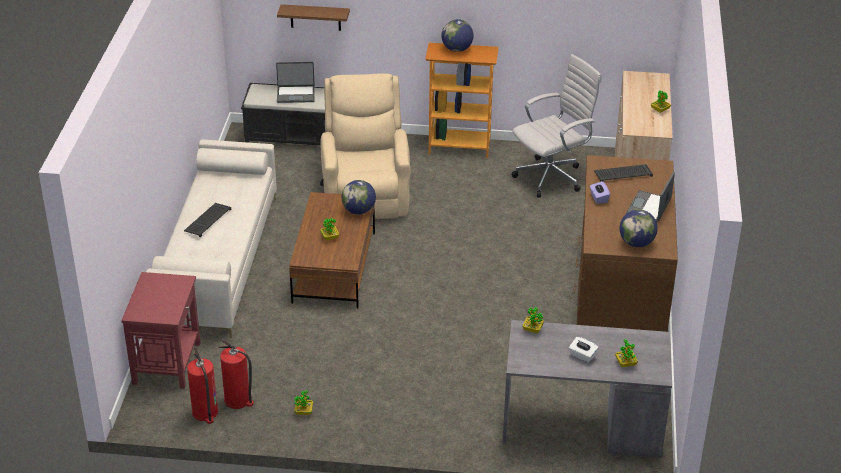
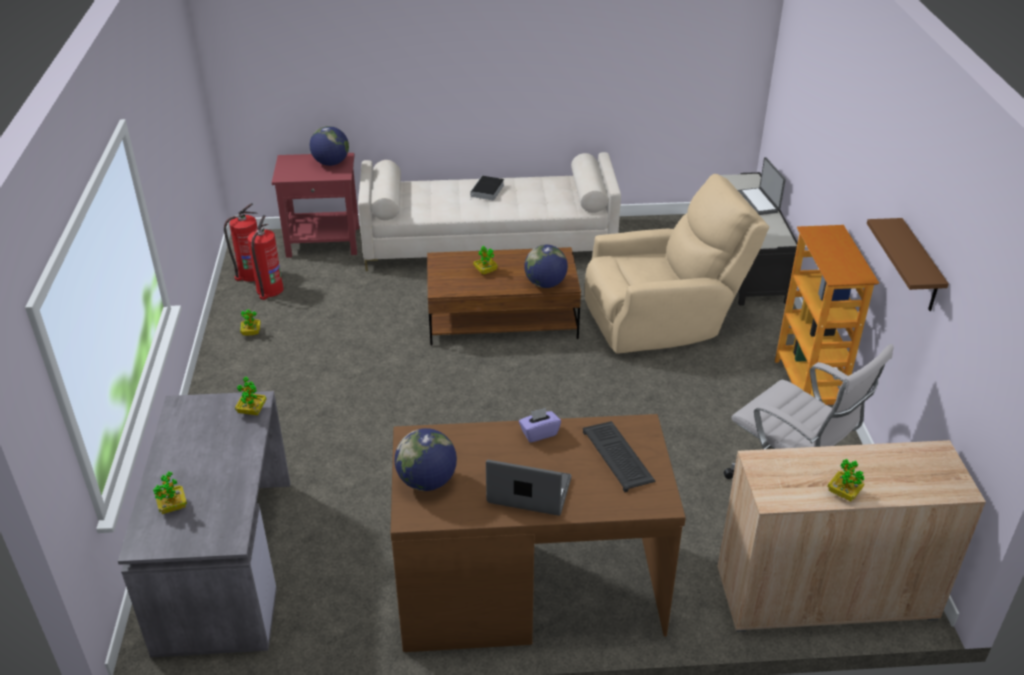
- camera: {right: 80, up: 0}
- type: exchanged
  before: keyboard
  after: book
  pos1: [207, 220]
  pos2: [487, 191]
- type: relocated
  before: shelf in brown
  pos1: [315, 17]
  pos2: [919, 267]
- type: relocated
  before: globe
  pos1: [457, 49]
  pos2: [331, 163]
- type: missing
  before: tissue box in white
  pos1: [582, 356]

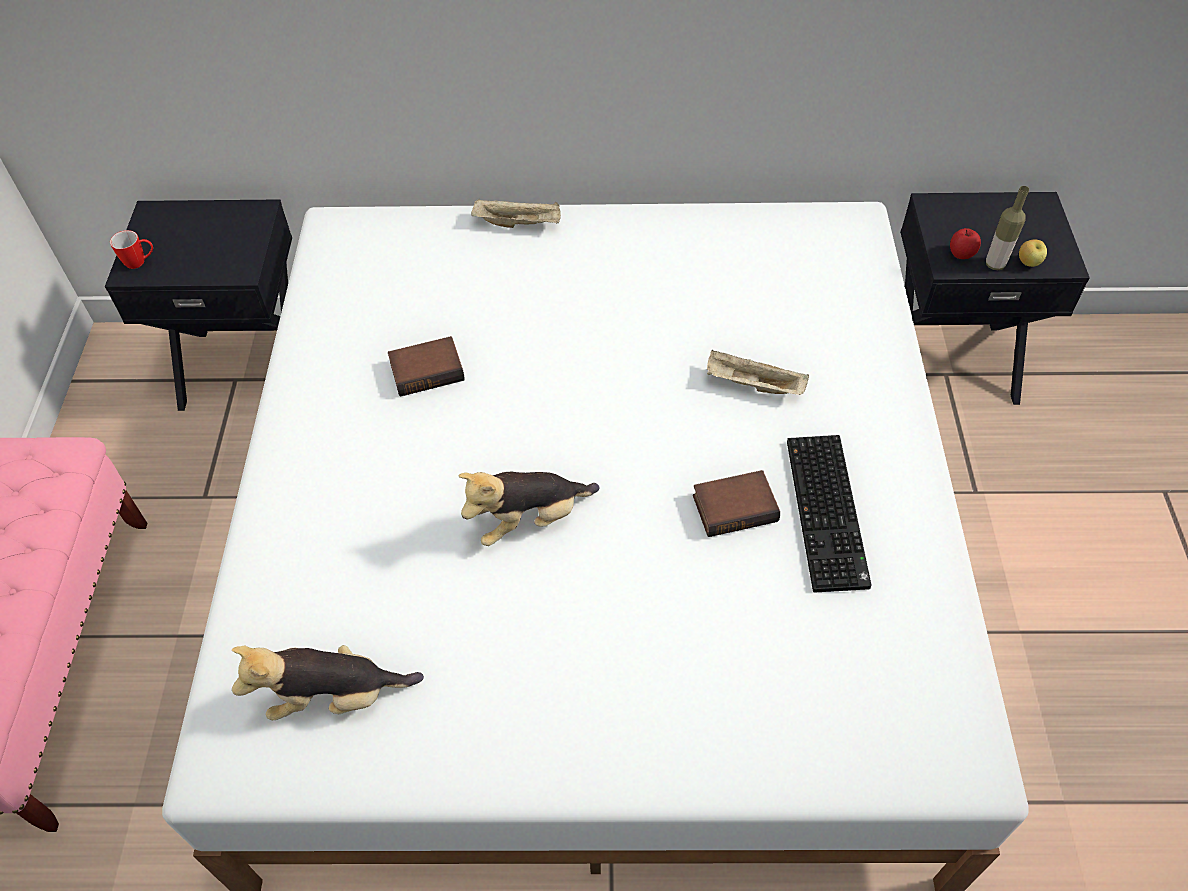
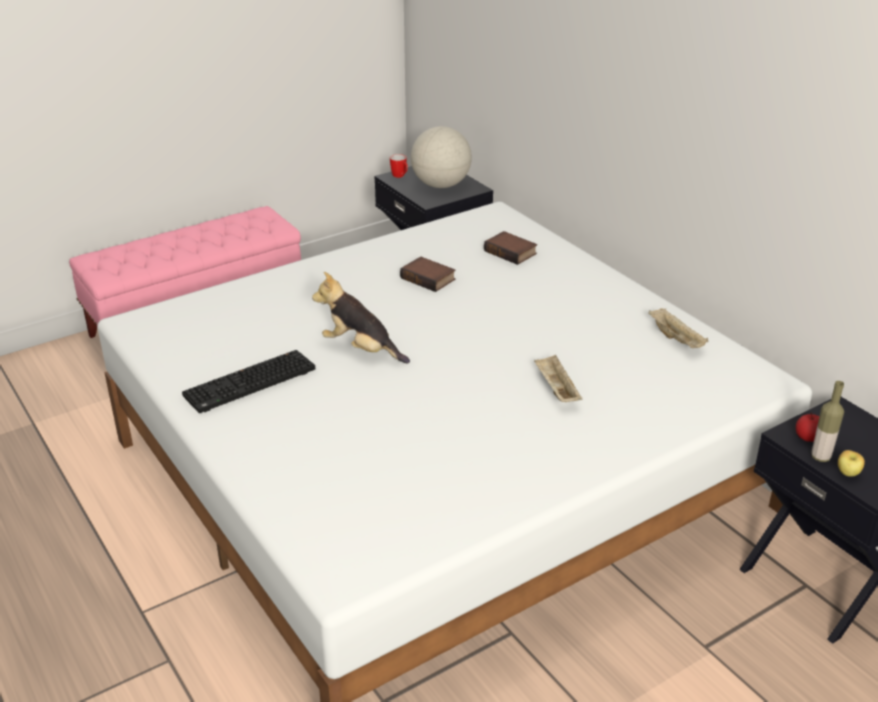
- camera: {right: 55, up: -20}
- type: missing
  before: plush toy
  pos1: [335, 697]
- type: relocated
  before: tray in beige
  pos1: [519, 223]
  pos2: [677, 339]
- type: relocated
  before: book
  pos1: [735, 506]
  pos2: [511, 252]
- type: relocated
  before: keyboard
  pos1: [829, 514]
  pos2: [250, 384]
- type: appeared
  after: globe
  pos2: [441, 185]

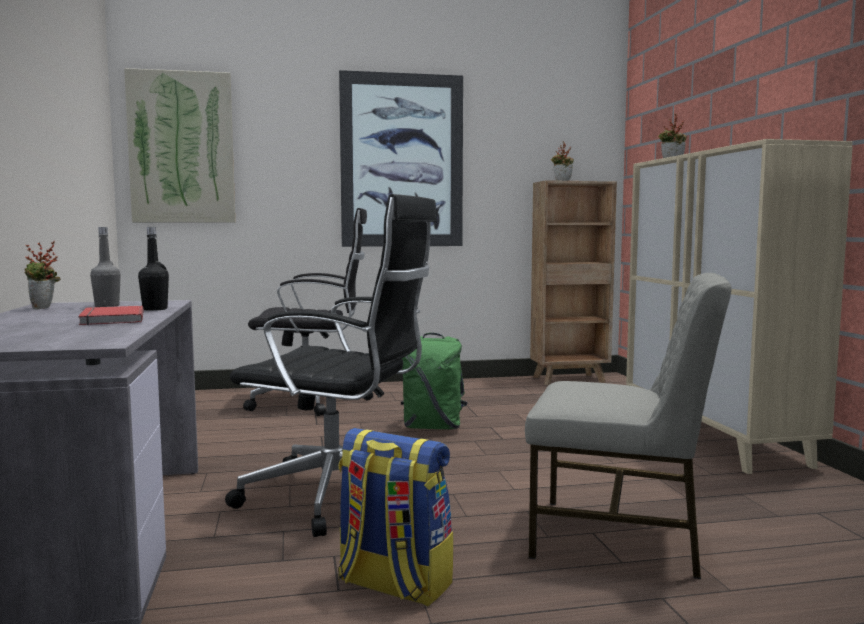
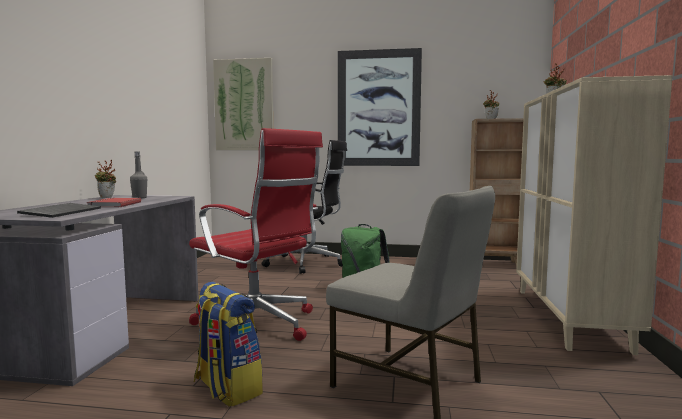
- camera: {right: 20, up: 0}
- type: missing
  before: bottle in black
  pos1: [155, 309]
- type: colour
  before: office chair in black
  after: office chair in red
  pos1: [340, 496]
  pos2: [258, 326]
- type: appeared
  after: keyboard
  pos2: [61, 212]

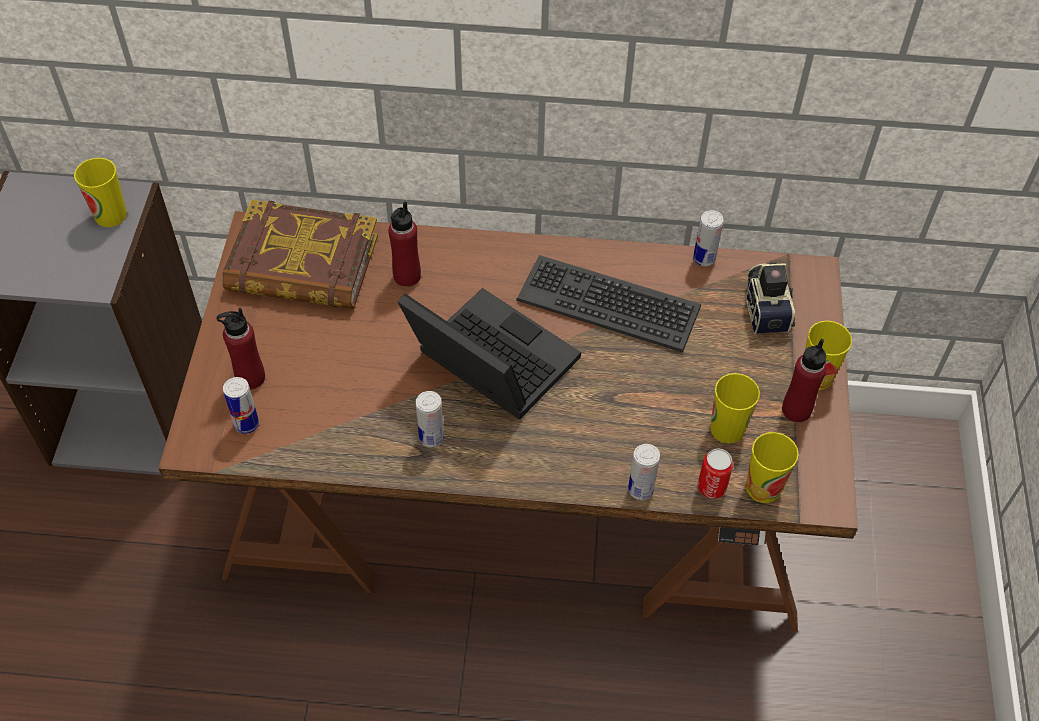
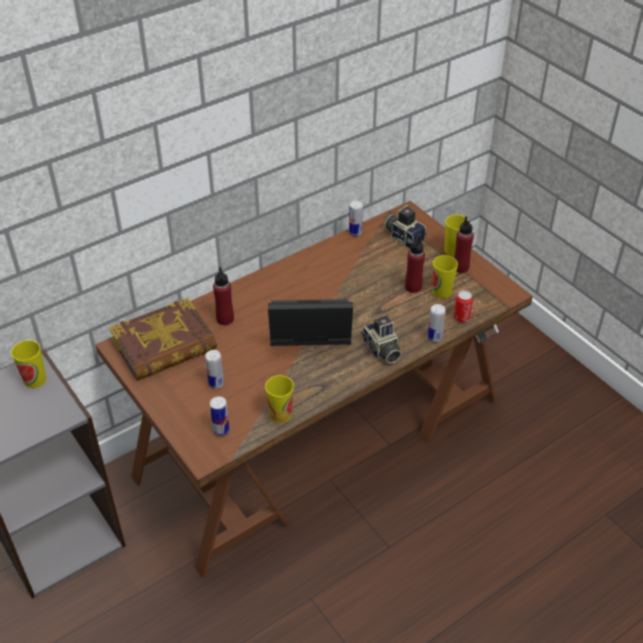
- camera: {right: -40, up: -10}
- type: relocated
  before: bottle in red
  pos1: [250, 377]
  pos2: [413, 287]
- type: relocated
  before: can
  pos1: [431, 437]
  pos2: [216, 383]
- type: missing
  before: keyboard
  pos1: [609, 303]
- type: relocated
  before: cup
  pos1: [763, 487]
  pos2: [280, 414]
- type: appeared
  after: photo camera
  pos2: [381, 350]

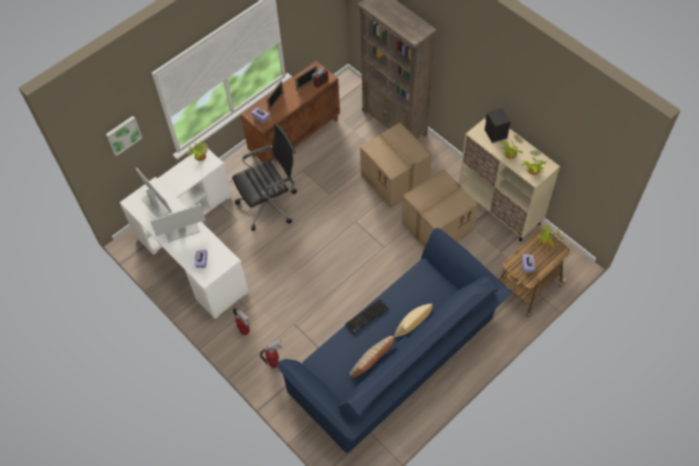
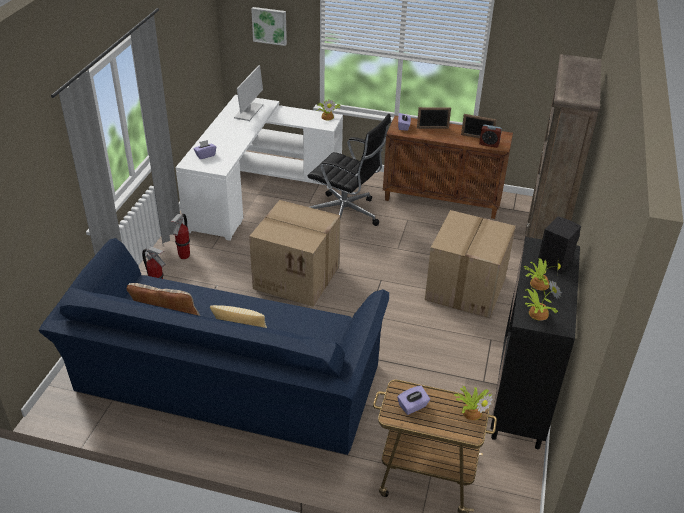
- camera: {right: 55, up: -20}
- type: missing
  before: monitor
  pos1: [181, 231]
- type: missing
  before: keyboard
  pos1: [366, 317]
- type: relocated
  before: cardboard box
  pos1: [437, 226]
  pos2: [298, 277]
- type: colour
  before: cabinet in beige
  after: cabinet in black
  pos1: [500, 208]
  pos2: [521, 397]

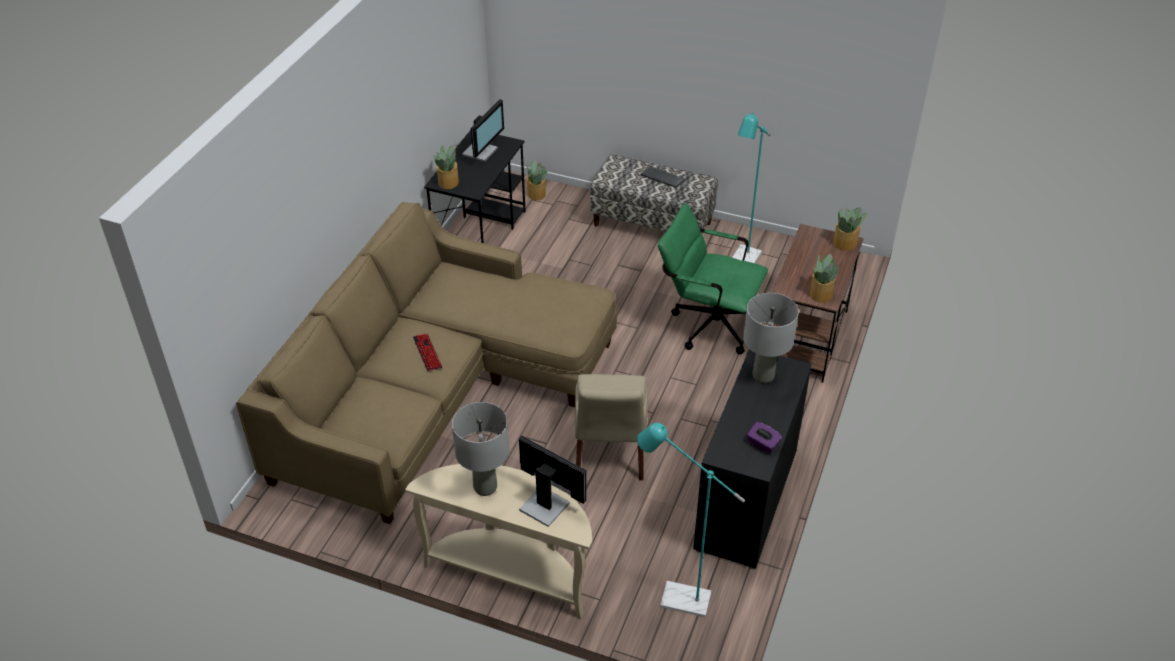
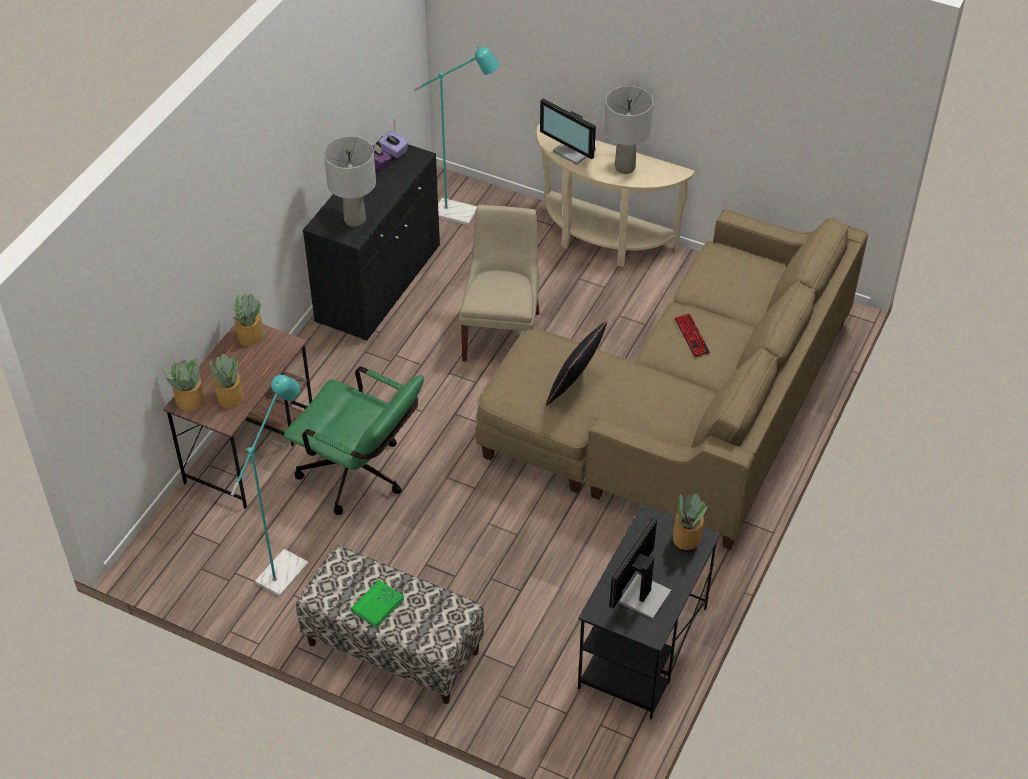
- camera: {right: -175, up: 5}
- type: relocated
  before: potted plant
  pos1: [536, 194]
  pos2: [230, 398]
- type: exchanged
  before: keyboard
  after: book in green
  pos1: [661, 178]
  pos2: [377, 605]
- type: appeared
  after: tissue box in purple
  pos2: [393, 151]
- type: appeared
  after: pillow in black
  pos2: [575, 387]

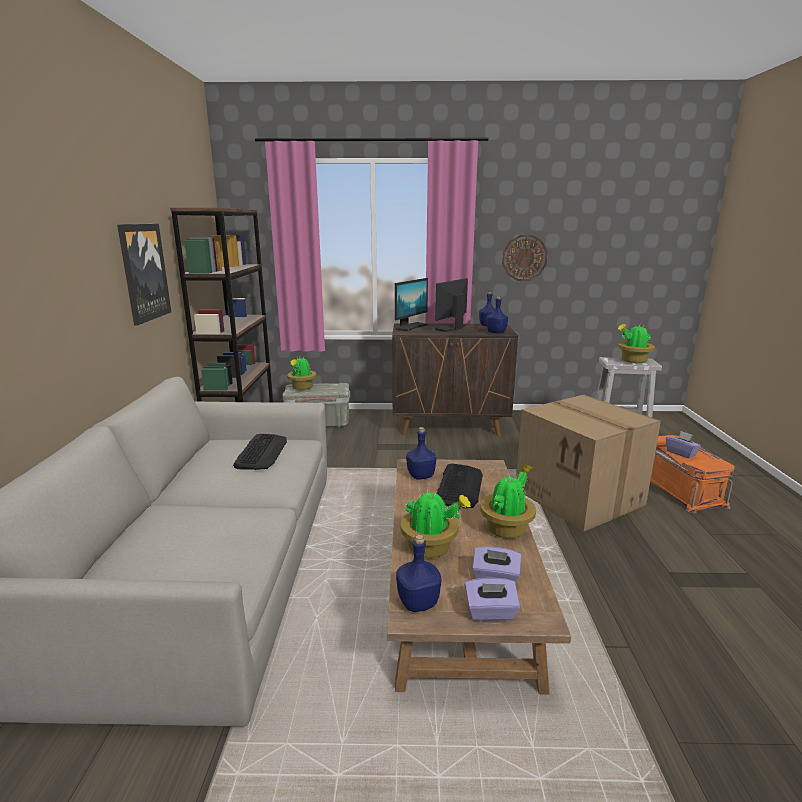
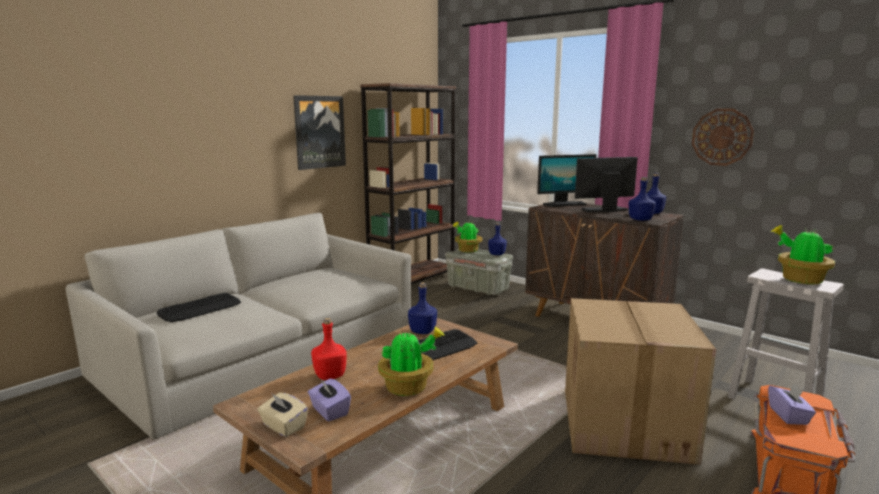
- camera: {right: 40, up: -5}
- type: relocated
  before: keyboard
  pos1: [262, 452]
  pos2: [200, 308]
- type: relocated
  before: bottle in blue
  pos1: [417, 603]
  pos2: [496, 254]
- type: exchanged
  before: potted plant
  after: bottle in red
  pos1: [431, 548]
  pos2: [330, 376]
- type: colour
  before: tissue box in purple
  after: tissue box in beige
  pos1: [490, 613]
  pos2: [283, 426]

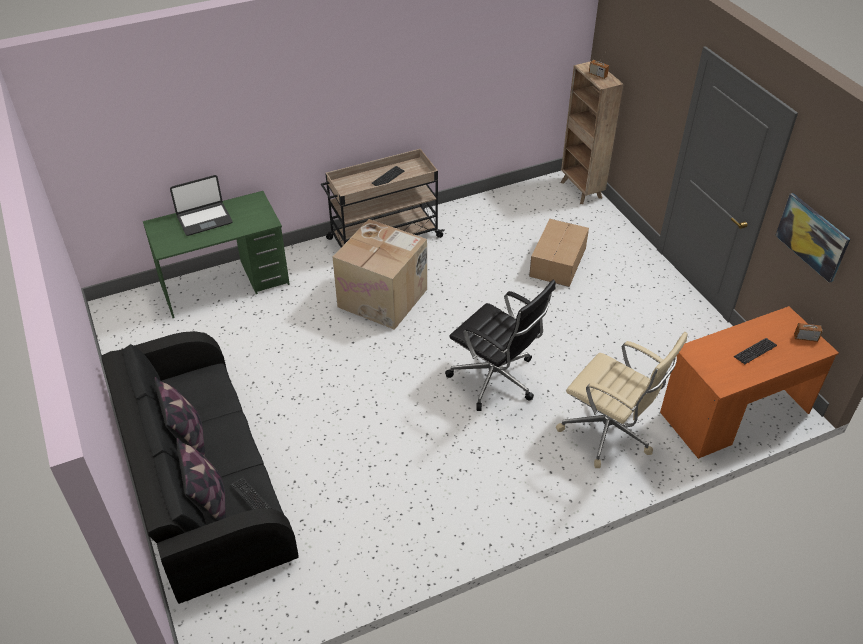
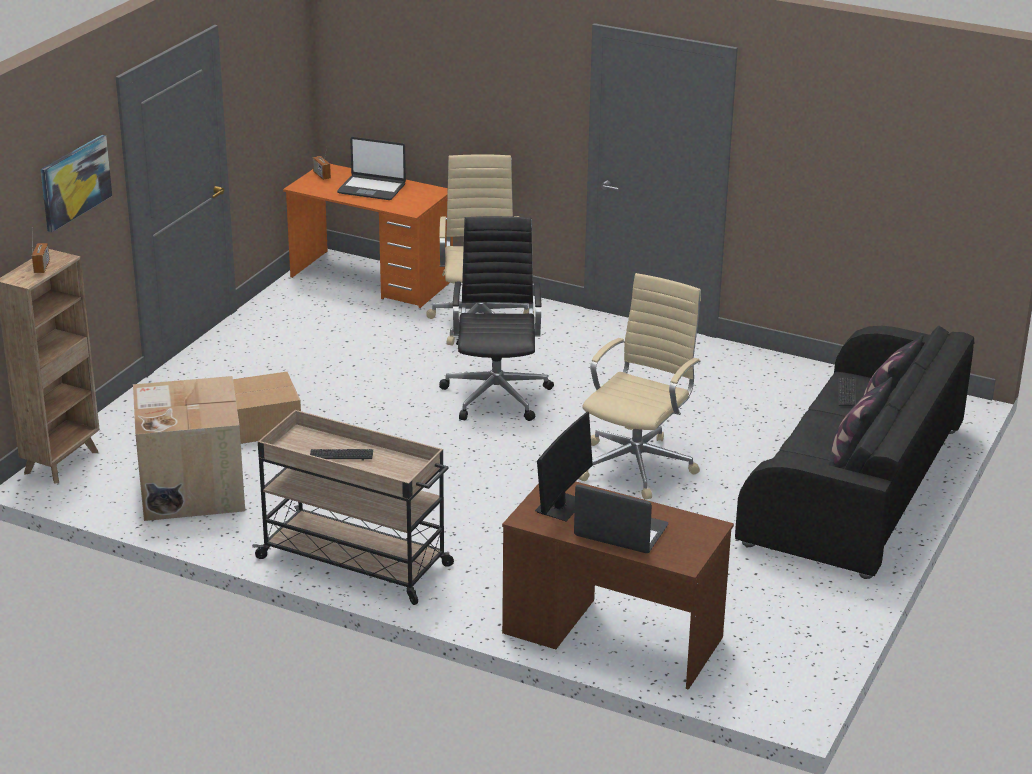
- camera: {right: -130, up: -15}
- type: colour
  before: desk in green
  after: desk in brown
  pos1: [225, 284]
  pos2: [612, 635]
- type: relocated
  before: cardboard box
  pos1: [384, 298]
  pos2: [190, 488]
- type: exchanged
  before: keyboard
  after: laptop
  pos1: [755, 351]
  pos2: [372, 188]
- type: relocated
  before: picture
  pos1: [812, 236]
  pos2: [75, 182]
- type: appeared
  after: monitor
  pos2: [560, 507]
- type: appeared
  after: office chair in beige
  pos2: [638, 464]

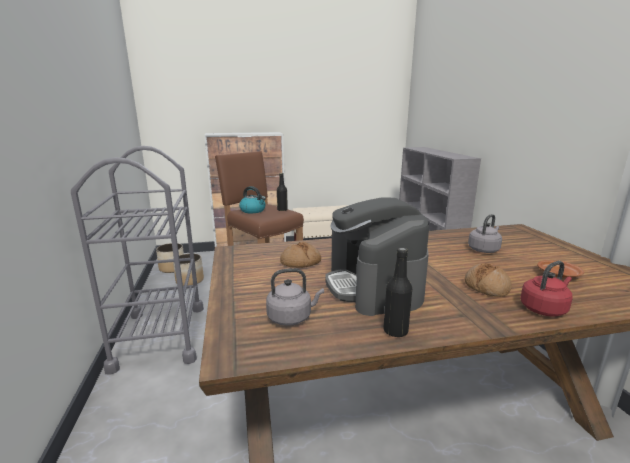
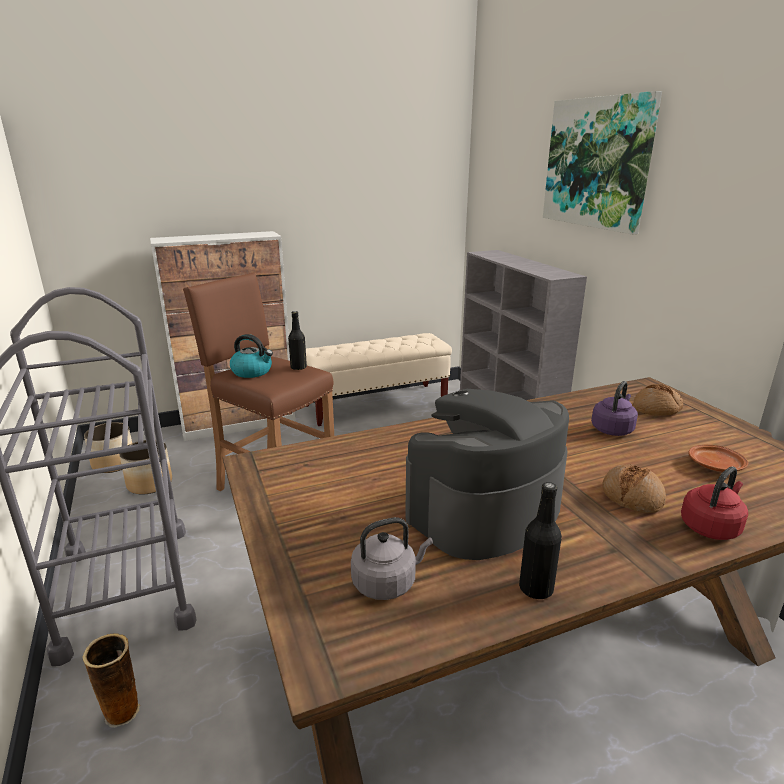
- camera: {right: -10, up: 5}
- type: relocated
  before: bread
  pos1: [300, 262]
  pos2: [656, 409]
- type: spun
  before: coffee machine
  pos1: [373, 286]
  pos2: [483, 511]
  turn: 75
- type: colour
  before: kettle in grey
  after: kettle in purple
  pos1: [484, 249]
  pos2: [613, 429]
- type: appeared
  after: vase
  pos2: [123, 712]
- type: appeared
  after: picture
  pos2: [597, 163]

